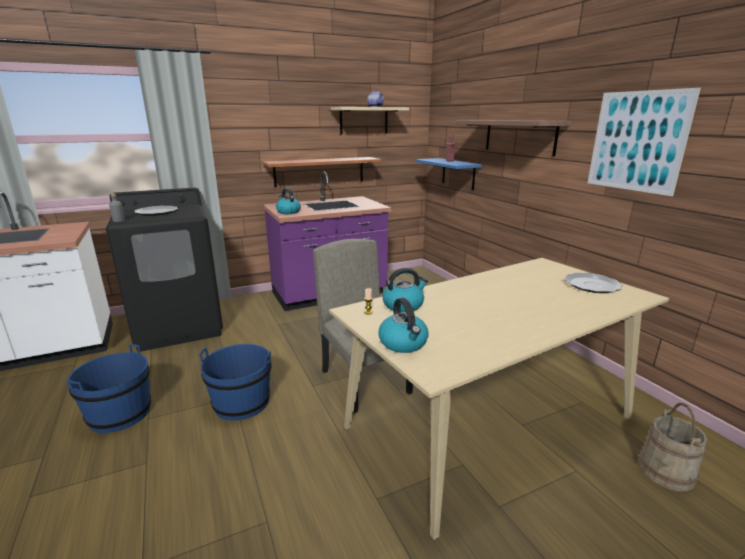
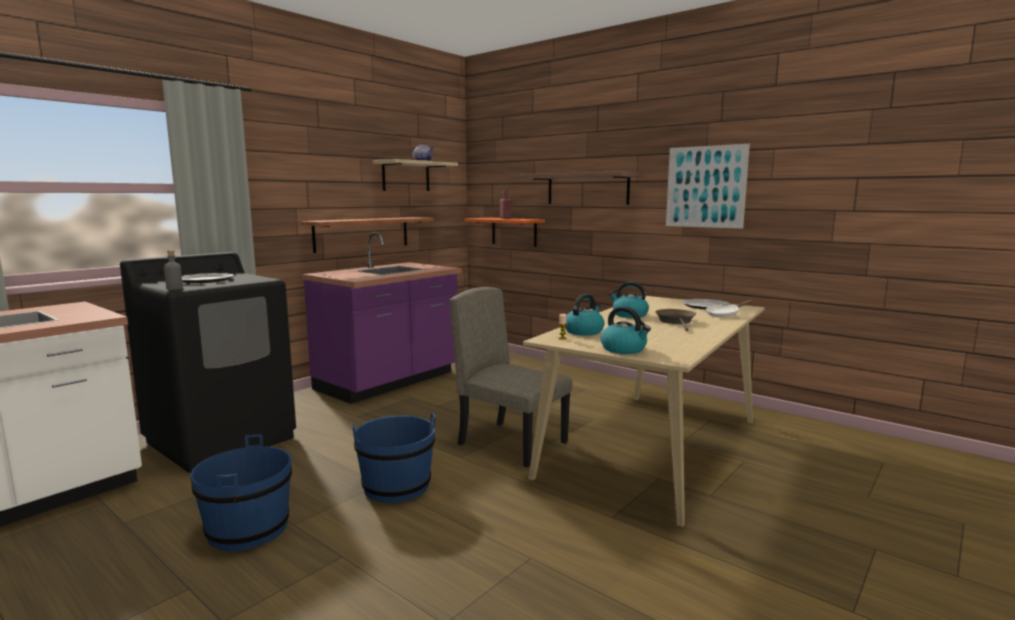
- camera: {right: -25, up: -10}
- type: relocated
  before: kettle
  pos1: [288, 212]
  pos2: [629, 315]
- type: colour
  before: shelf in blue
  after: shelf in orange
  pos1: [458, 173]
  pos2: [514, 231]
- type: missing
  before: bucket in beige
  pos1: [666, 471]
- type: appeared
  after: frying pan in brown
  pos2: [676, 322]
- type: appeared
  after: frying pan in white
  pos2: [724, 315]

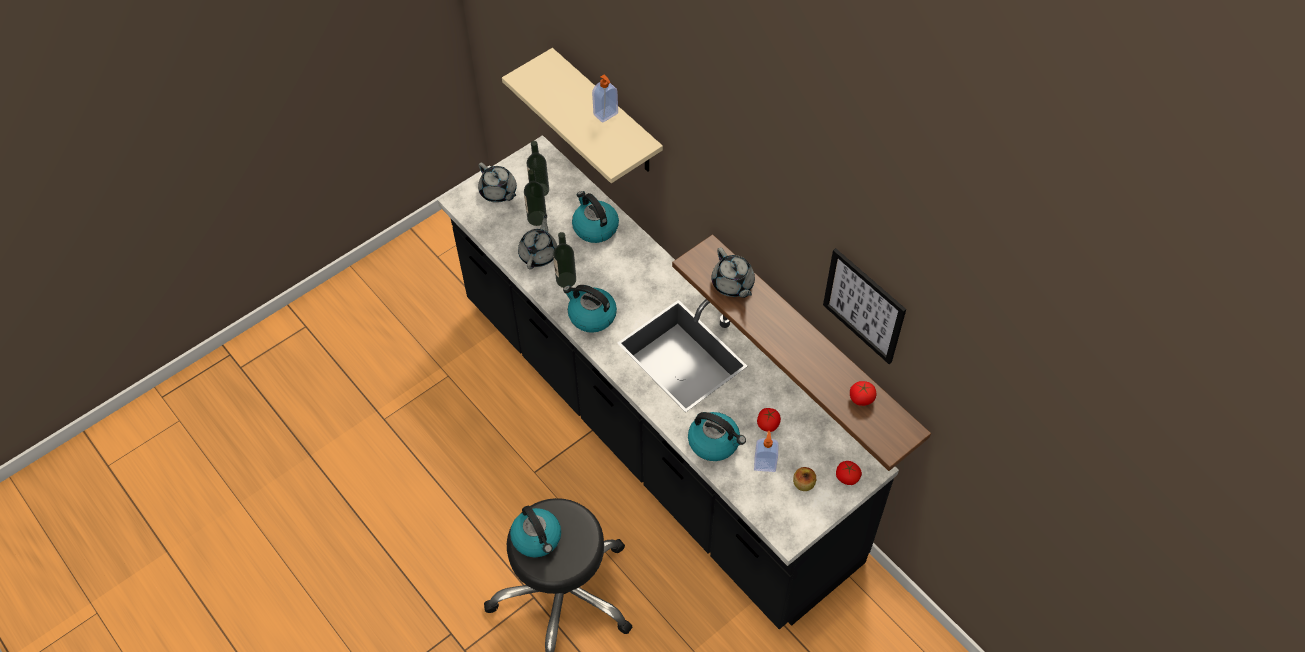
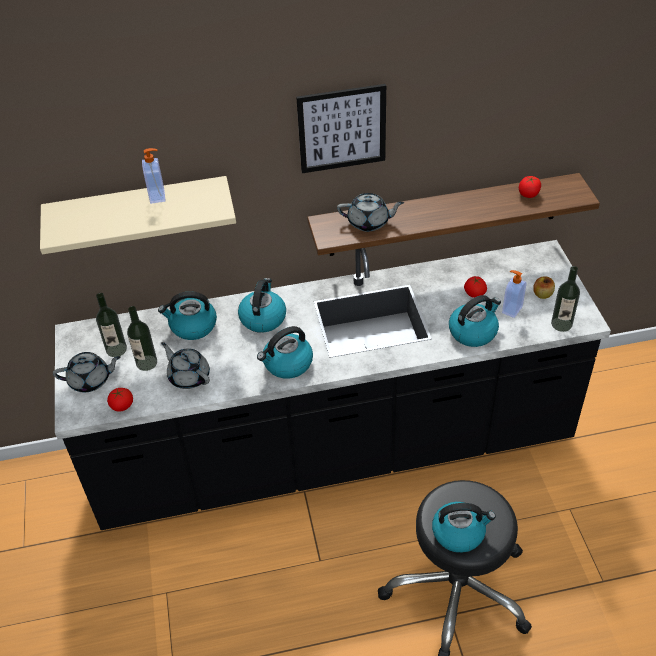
- camera: {right: -60, up: -10}
- type: relocated
  before: bottle
  pos1: [566, 280]
  pos2: [561, 324]
- type: relocated
  before: picture
  pos1: [864, 306]
  pos2: [342, 128]
- type: relocated
  before: tomato
  pos1: [847, 477]
  pos2: [122, 406]
- type: appeared
  after: kettle
  pos2: [263, 318]

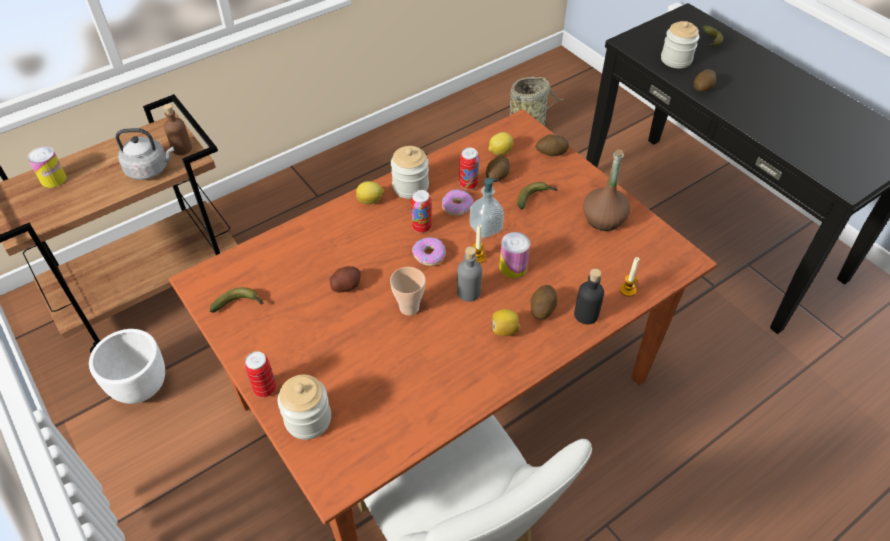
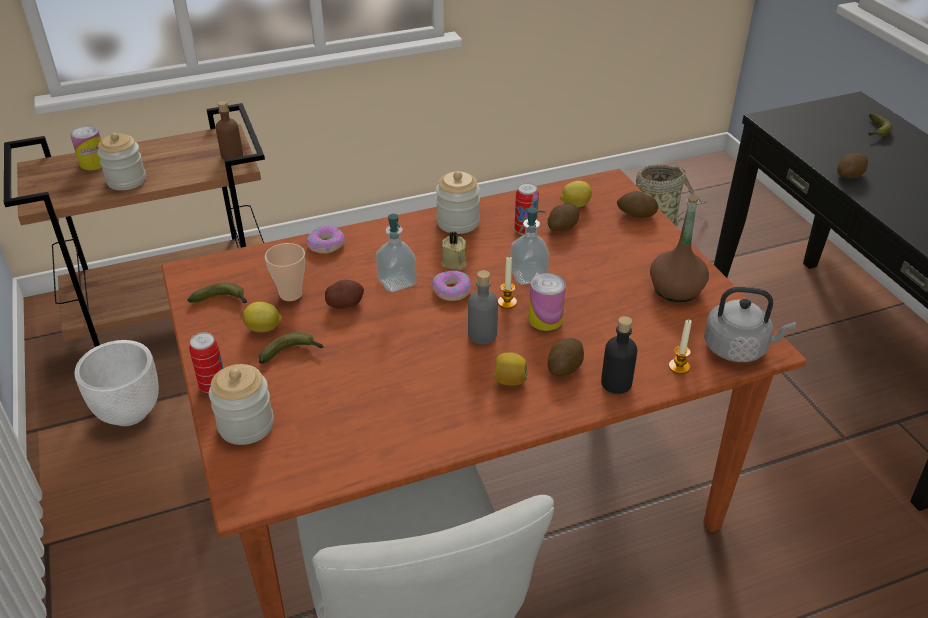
- camera: {right: 15, up: -10}
- type: relocated
  before: kettle in grey
  pos1: [150, 169]
  pos2: [738, 348]
- type: relocated
  before: lemon
  pos1: [370, 201]
  pos2: [264, 329]
- type: relocated
  before: cup
  pos1: [409, 307]
  pos2: [291, 294]
- type: exchanged
  before: can
  after: candle in beige
  pos1: [421, 227]
  pos2: [454, 263]
- type: relocated
  before: donut
  pos1: [457, 206]
  pos2: [326, 244]
- type: relocated
  before: banana
  pos1: [535, 198]
  pos2: [292, 353]
- type: relocated
  before: jar
  pos1: [676, 60]
  pos2: [126, 180]
- type: appeared
  after: soap dispenser
  pos2: [397, 282]

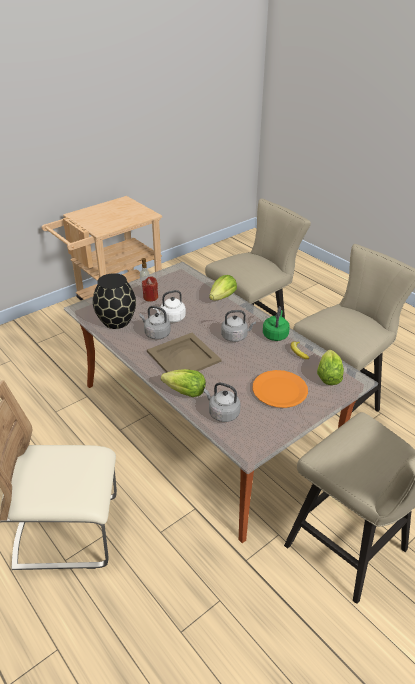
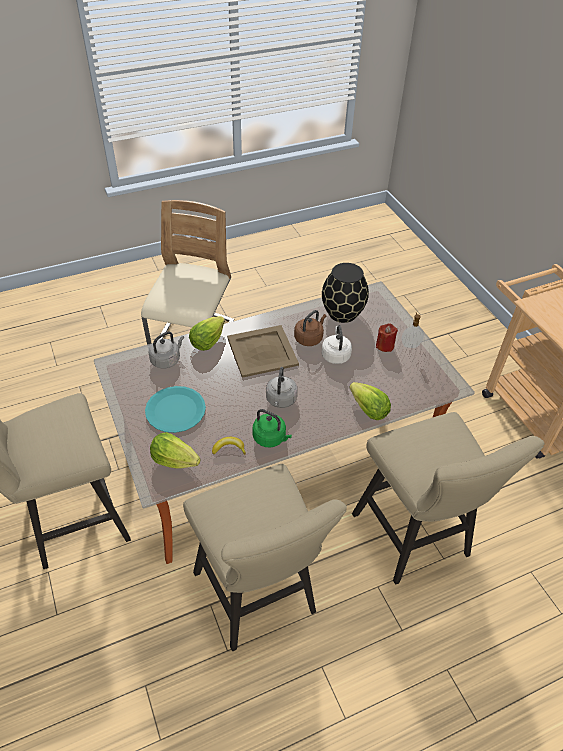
- camera: {right: 105, up: 10}
- type: colour
  before: kettle in grey
  after: kettle in brown
  pos1: [156, 334]
  pos2: [309, 338]
- type: colour
  before: plate in orange
  after: plate in turquoise
  pos1: [279, 390]
  pos2: [175, 410]

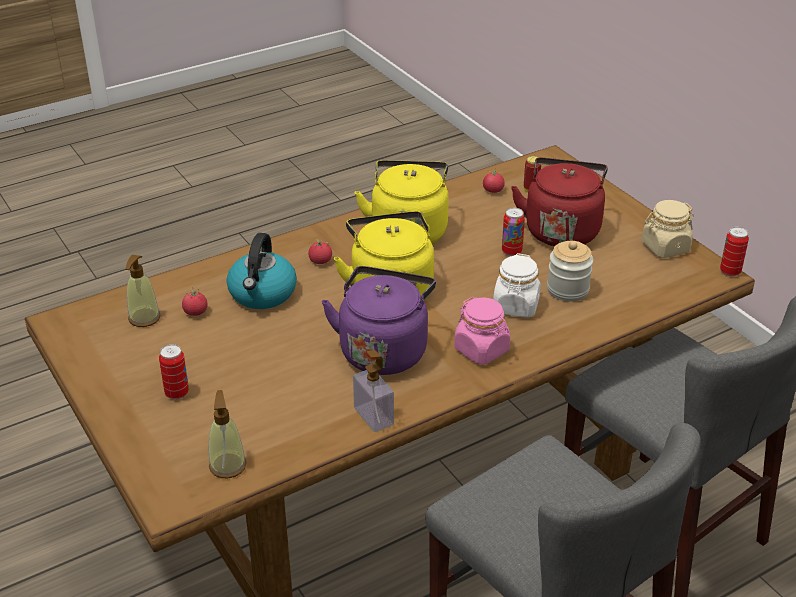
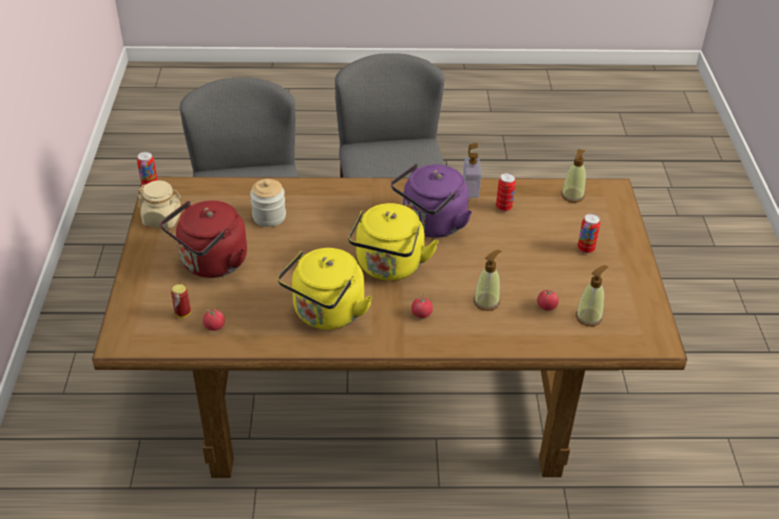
- camera: {right: -150, up: 5}
- type: exchanged
  before: kettle
  after: soap dispenser
  pos1: [262, 294]
  pos2: [486, 302]
- type: missing
  before: jar in pink
  pos1: [482, 350]
- type: missing
  before: jar in white
  pos1: [516, 306]
- type: relocated
  before: can
  pos1: [511, 252]
  pos2: [504, 207]

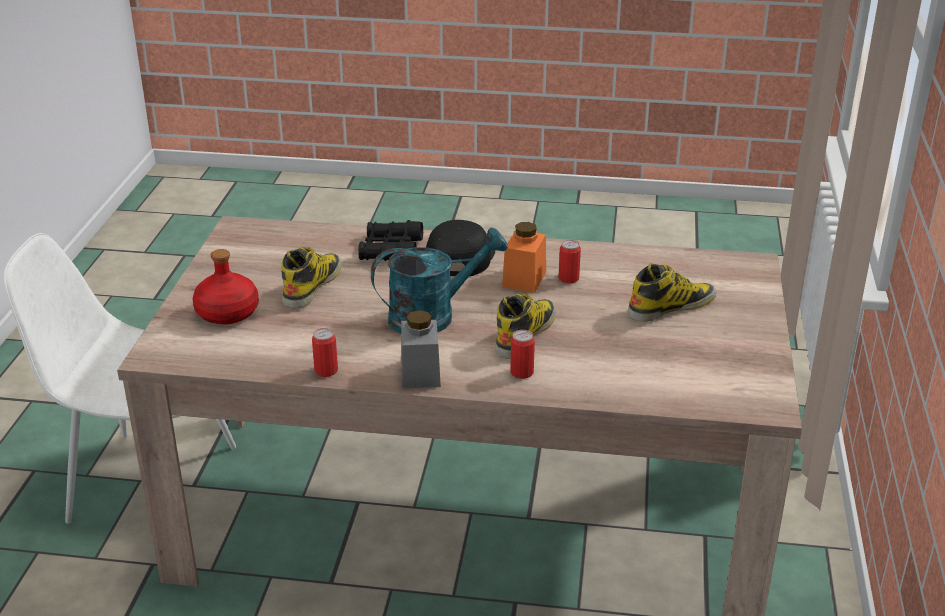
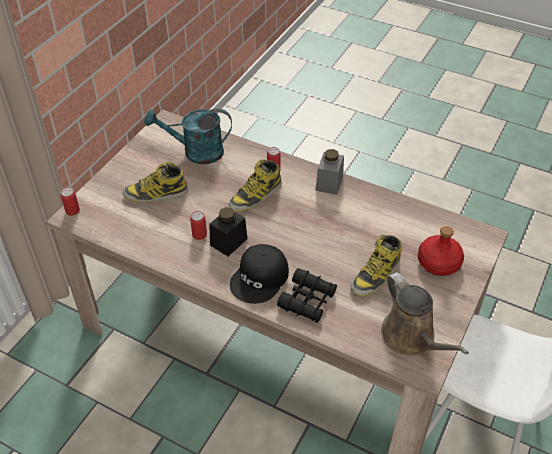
- camera: {right: -160, up: 15}
- type: relocated
  before: can
  pos1: [326, 371]
  pos2: [72, 211]
- type: relocated
  before: watering can in turquoise
  pos1: [433, 316]
  pos2: [196, 152]
- type: colour
  before: jar in orange
  after: jar in black
  pos1: [524, 279]
  pos2: [228, 242]
- type: appeared
  after: watering can in brown
  pos2: [411, 337]

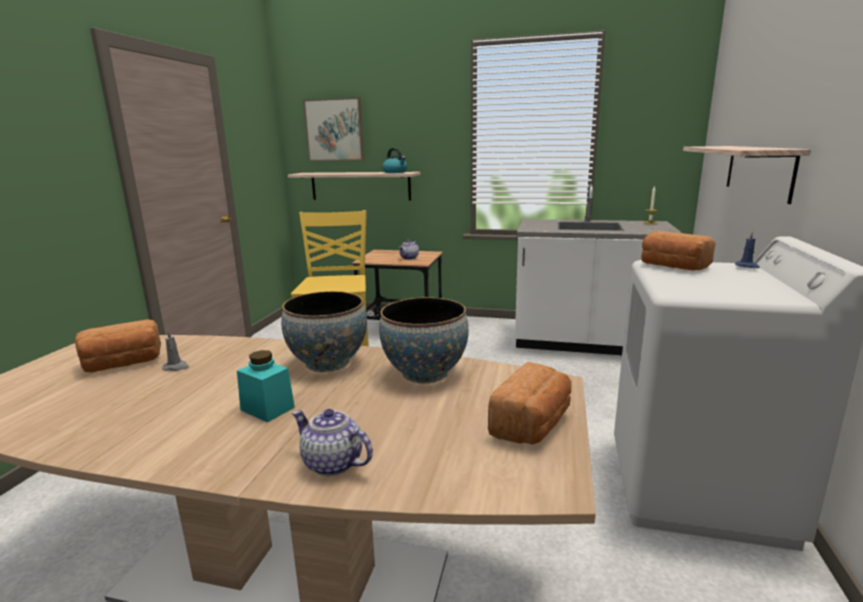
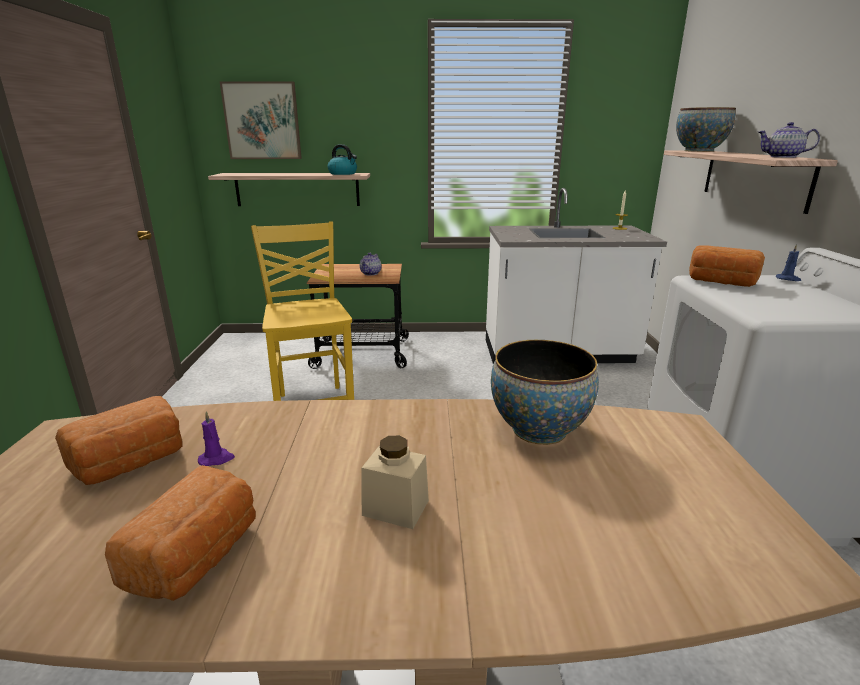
- camera: {right: -15, up: 5}
- type: colour
  before: candle in grey
  after: candle in purple
  pos1: [176, 367]
  pos2: [217, 459]
- type: colour
  before: jar in turquoise
  after: jar in beige
  pos1: [267, 408]
  pos2: [395, 508]
- type: relocated
  before: bowl
  pos1: [328, 362]
  pos2: [699, 151]
- type: relocated
  before: teapot
  pos1: [332, 463]
  pos2: [782, 157]
- type: relocated
  before: bread
  pos1: [532, 424]
  pos2: [199, 556]

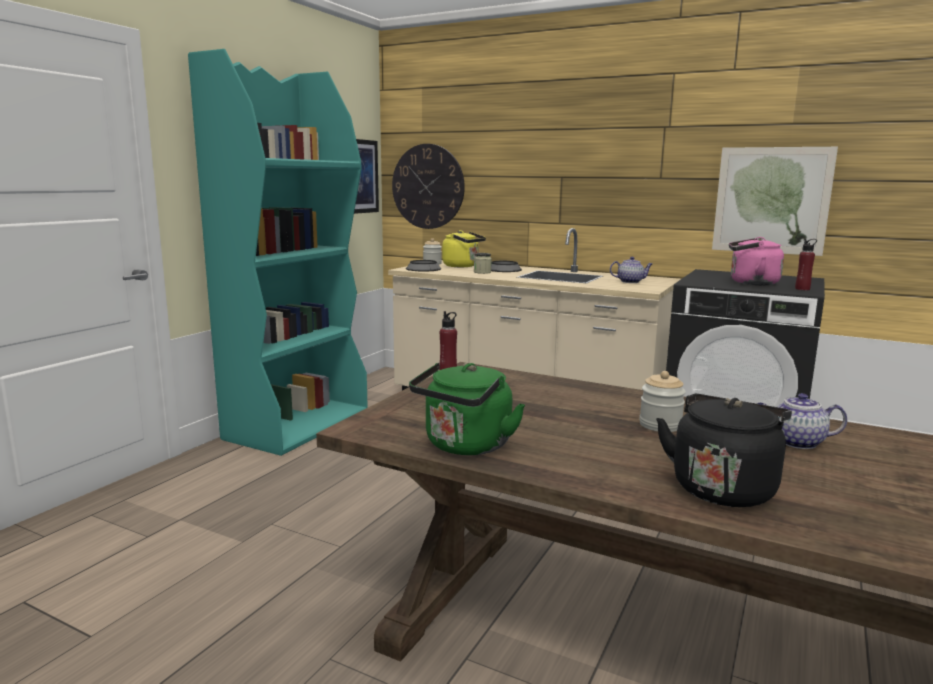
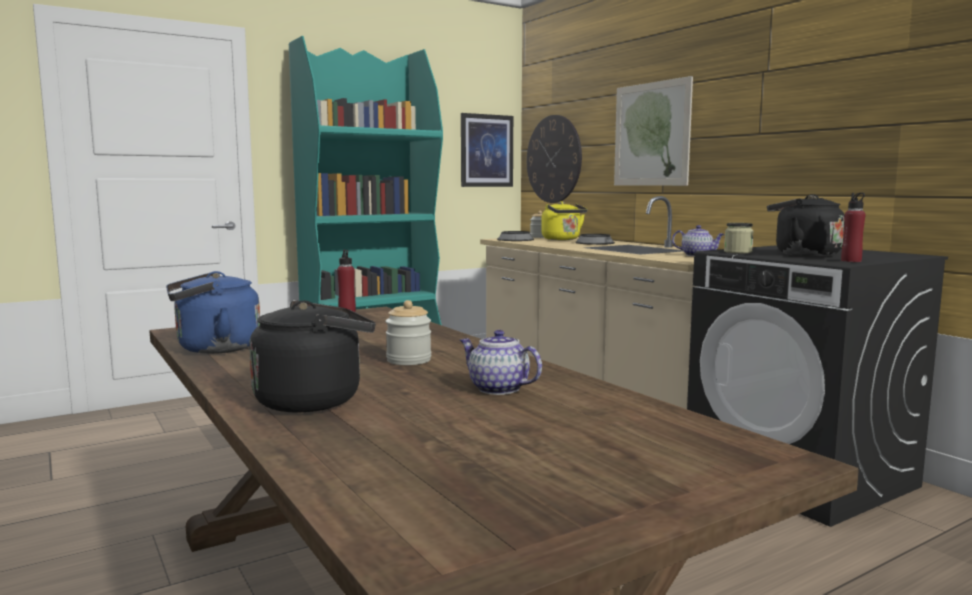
- camera: {right: 30, up: -5}
- type: colour
  before: kettle in green
  after: kettle in blue
  pos1: [465, 446]
  pos2: [213, 349]
- type: relocated
  before: jar
  pos1: [482, 272]
  pos2: [738, 252]
- type: relocated
  before: picture
  pos1: [771, 200]
  pos2: [651, 134]
- type: colour
  before: kettle in pink
  after: kettle in black
  pos1: [750, 283]
  pos2: [802, 254]

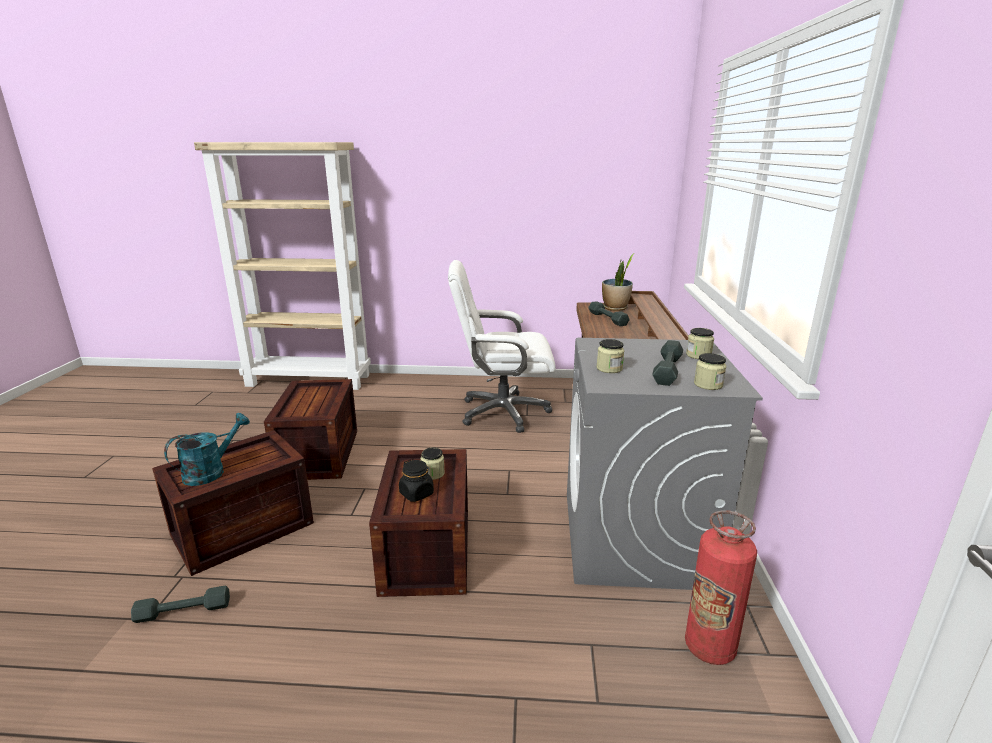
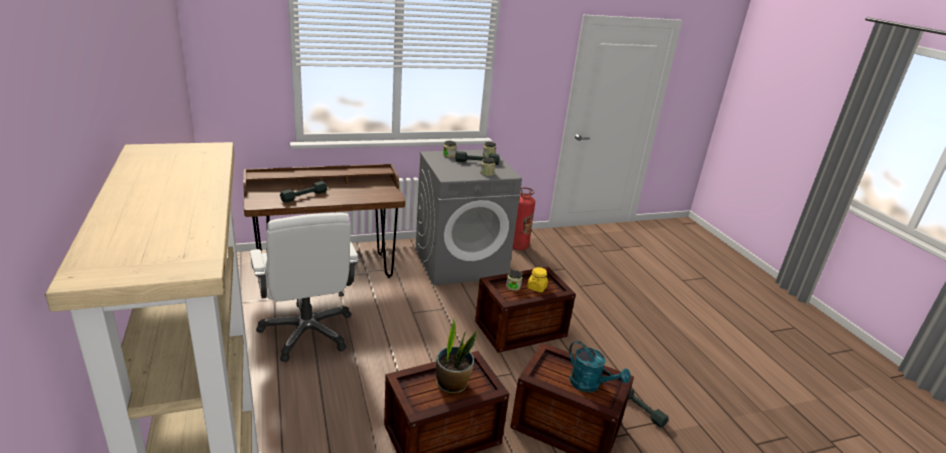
- camera: {right: -115, up: 5}
- type: spun
  before: watering can in turquoise
  pos1: [211, 471]
  pos2: [590, 385]
  turn: -150
- type: colour
  before: jar in black
  after: jar in yellow
  pos1: [416, 494]
  pos2: [537, 287]
- type: relocated
  before: potted plant
  pos1: [615, 308]
  pos2: [452, 384]

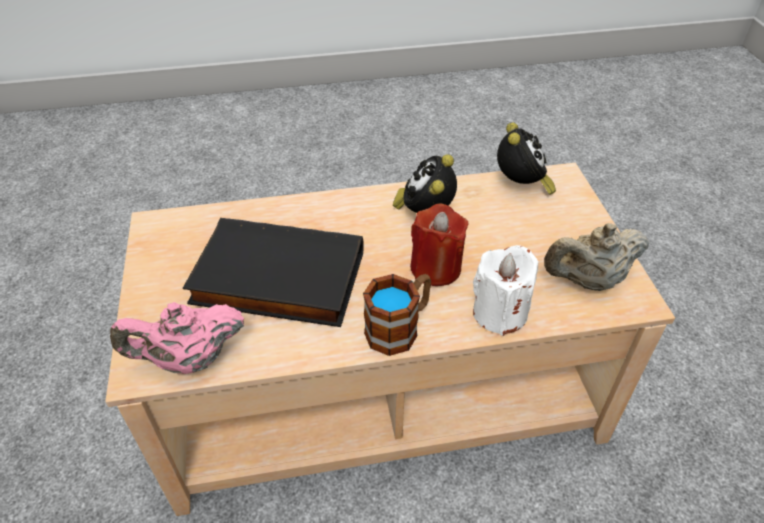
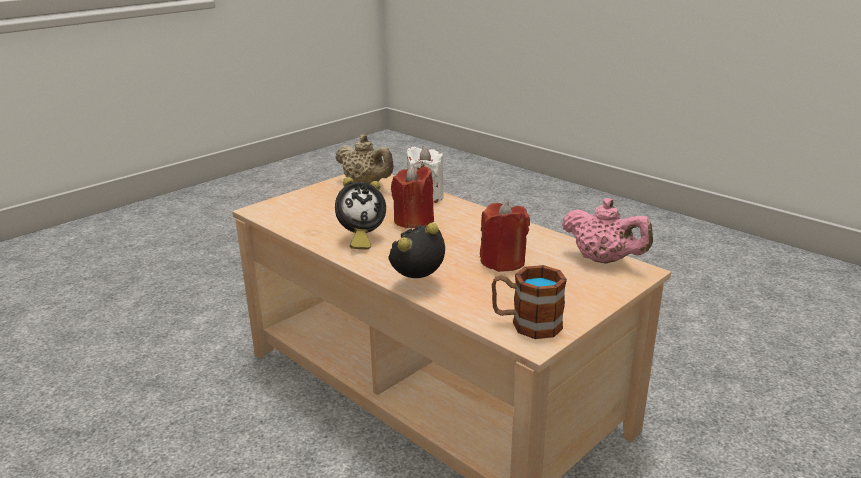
- camera: {right: -125, up: -20}
- type: exchanged
  before: book in black
  after: candle in red
  pos1: [276, 280]
  pos2: [502, 262]
- type: relocated
  before: mug
  pos1: [399, 327]
  pos2: [526, 324]
- type: relocated
  before: alarm clock
  pos1: [521, 186]
  pos2: [418, 282]

